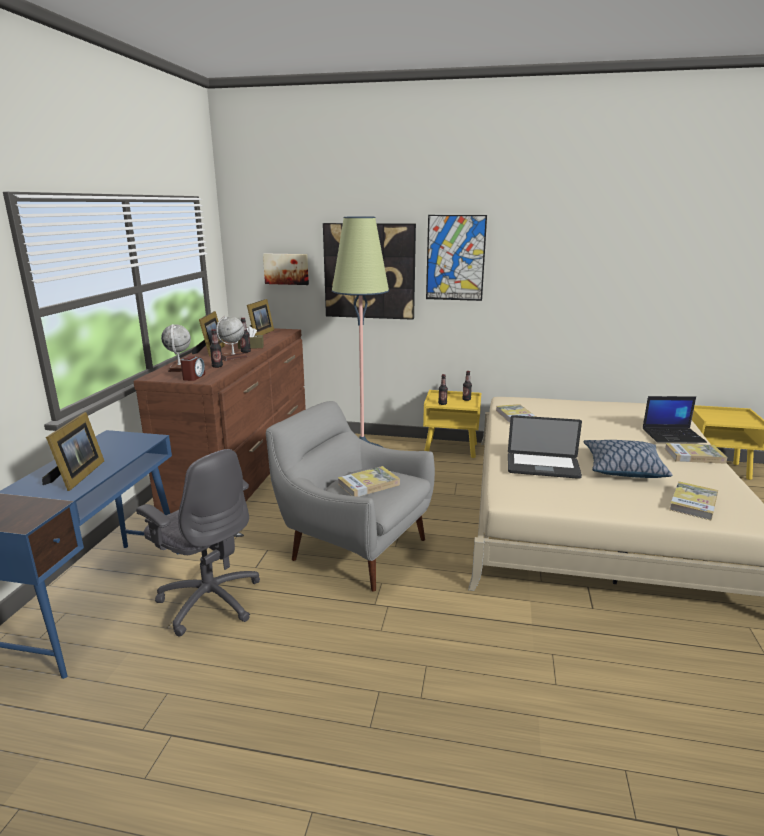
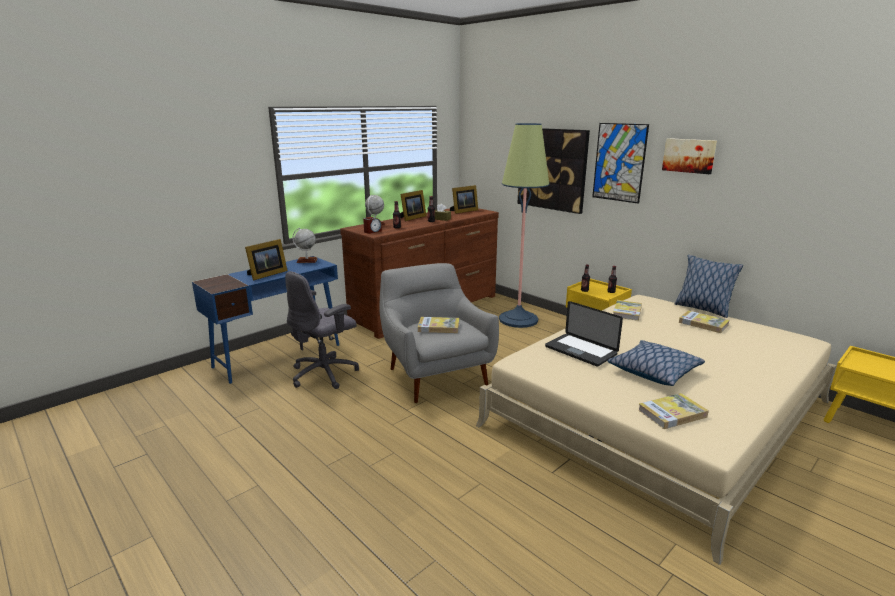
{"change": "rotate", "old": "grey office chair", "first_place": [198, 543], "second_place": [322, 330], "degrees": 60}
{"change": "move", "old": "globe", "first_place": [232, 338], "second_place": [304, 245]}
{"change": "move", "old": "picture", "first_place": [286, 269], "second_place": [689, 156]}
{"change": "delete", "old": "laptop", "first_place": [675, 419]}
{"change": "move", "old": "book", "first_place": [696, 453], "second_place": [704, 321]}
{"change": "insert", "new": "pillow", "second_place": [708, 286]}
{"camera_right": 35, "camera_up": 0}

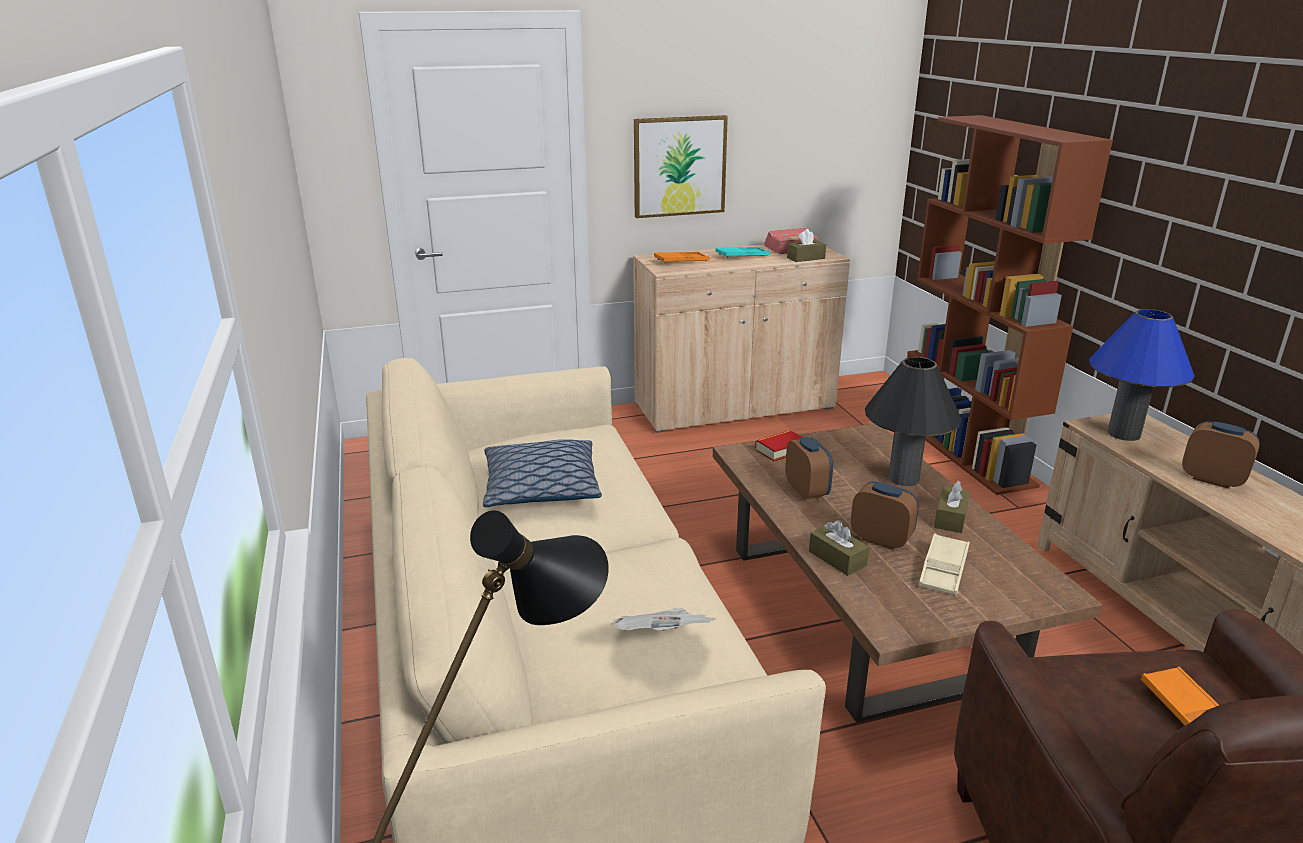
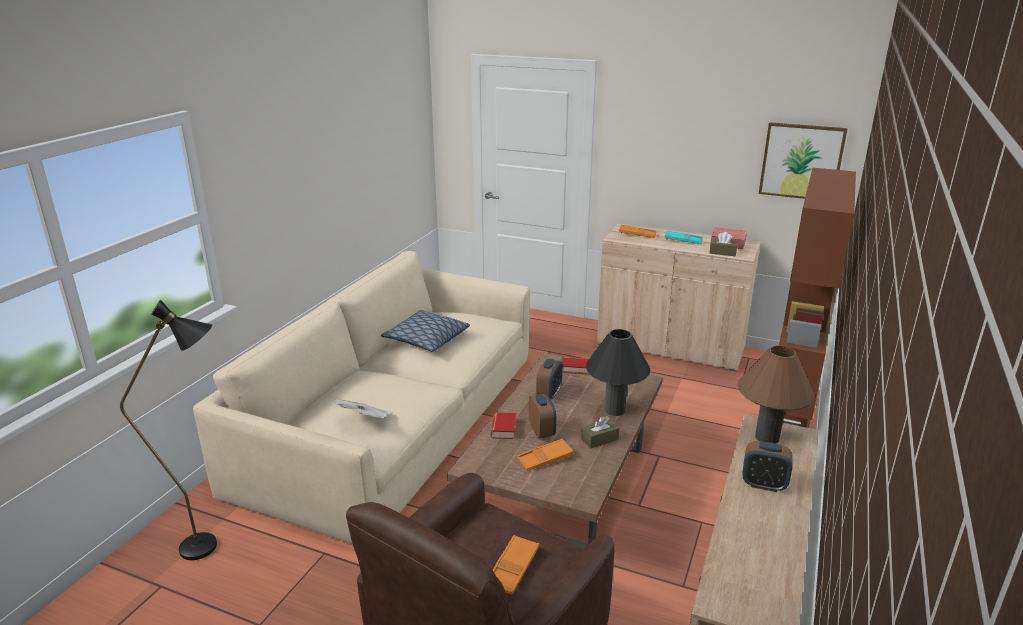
{"change": "move", "old": "picture", "first_place": [681, 166], "second_place": [803, 160]}
{"change": "replace", "old": "brown tissue box", "new": "book", "first_place": [839, 548], "second_place": [503, 425]}
{"change": "recolor", "old": "beige tray", "new": "orange tray", "first_place": [944, 564], "second_place": [545, 454]}
{"change": "recolor", "old": "blue table lamp", "new": "brown table lamp", "first_place": [1142, 375], "second_place": [776, 394]}
{"change": "rotate", "old": "alarm clock", "first_place": [1221, 455], "second_place": [767, 466], "degrees": 120}
{"camera_right": 40, "camera_up": 0}

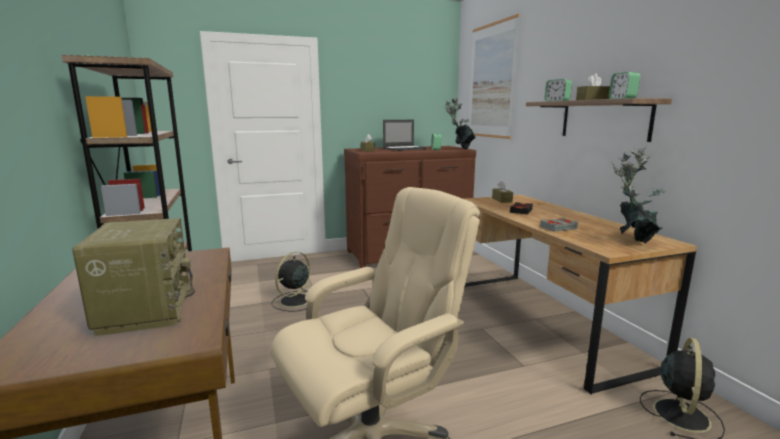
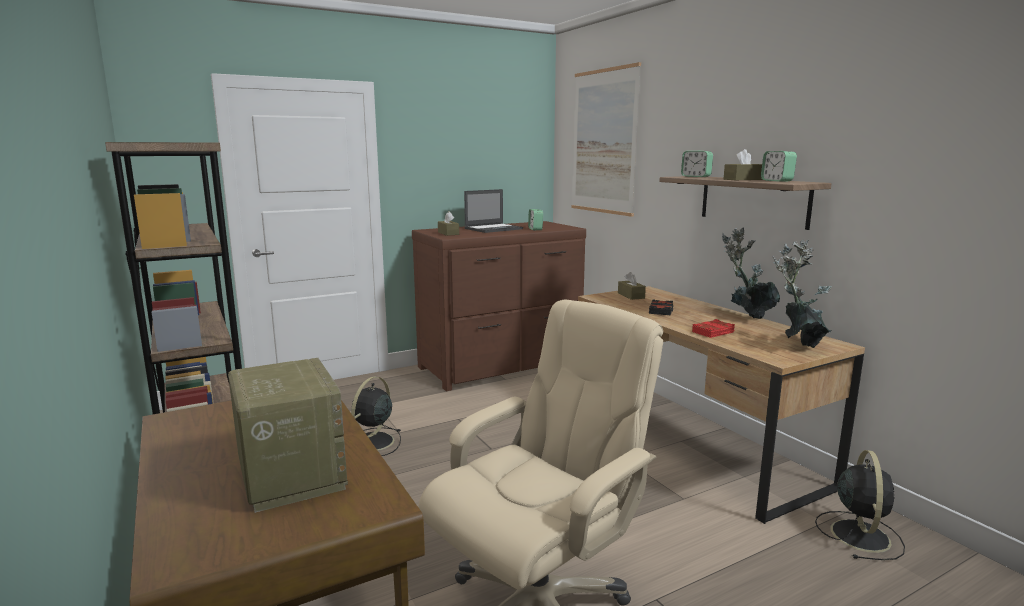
{"change": "move", "old": "potted plant", "first_place": [460, 123], "second_place": [751, 273]}
{"change": "recolor", "old": "grey book", "new": "red book", "first_place": [559, 224], "second_place": [713, 328]}
{"camera_right": -10, "camera_up": 0}

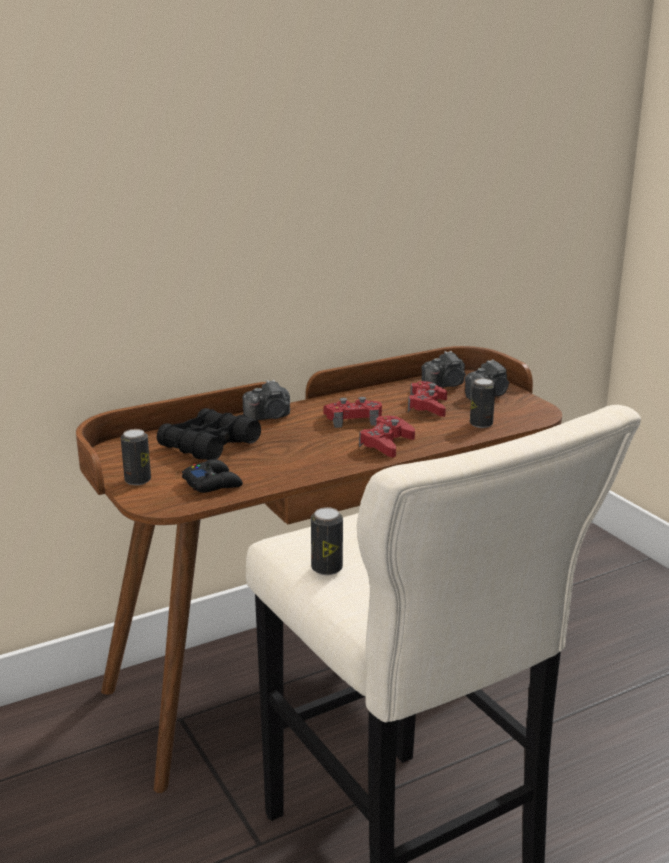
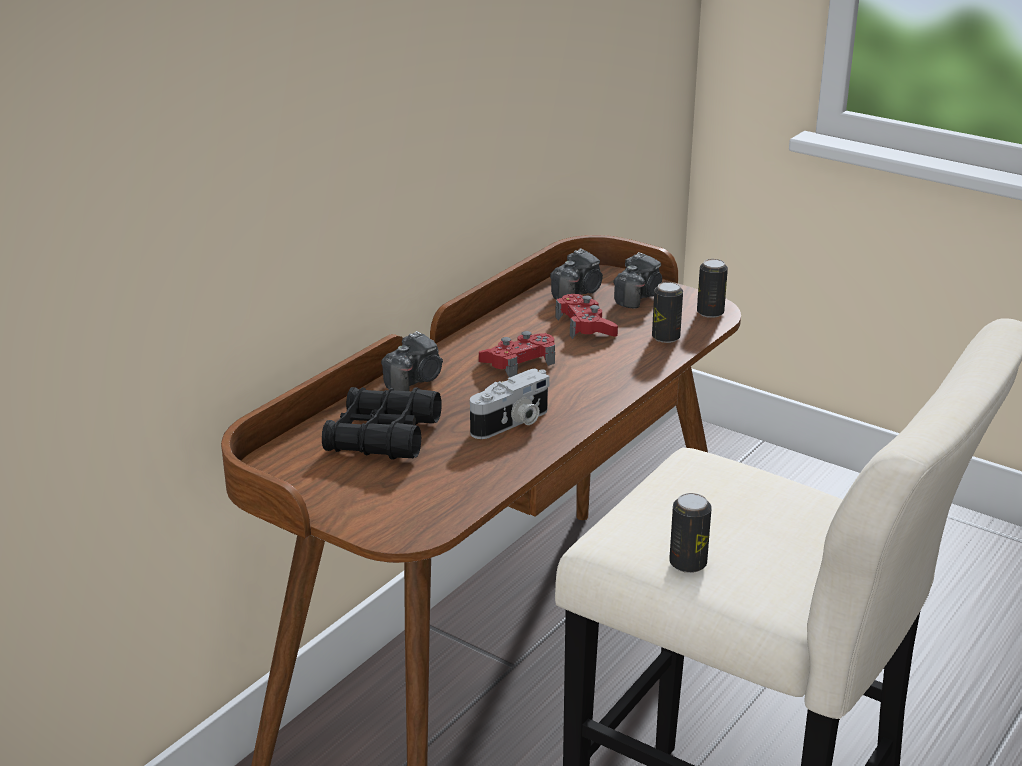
{"change": "move", "old": "can", "first_place": [136, 457], "second_place": [712, 288]}
{"change": "delete", "old": "black game controller", "first_place": [212, 476]}
{"change": "delete", "old": "red game controller", "first_place": [387, 437]}
{"change": "insert", "new": "photo camera", "second_place": [510, 404]}
{"camera_right": -25, "camera_up": 5}

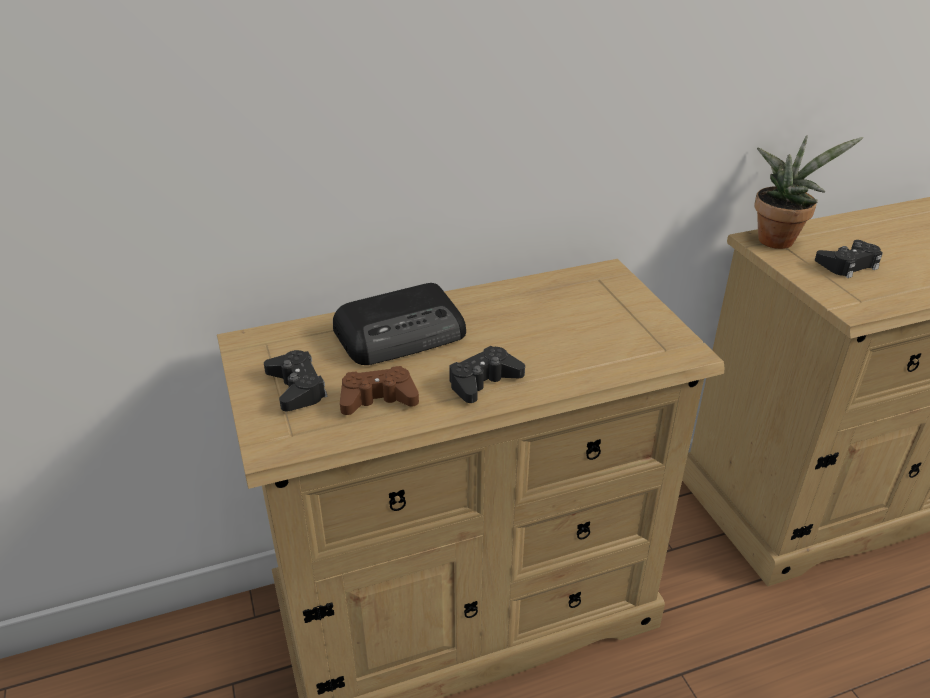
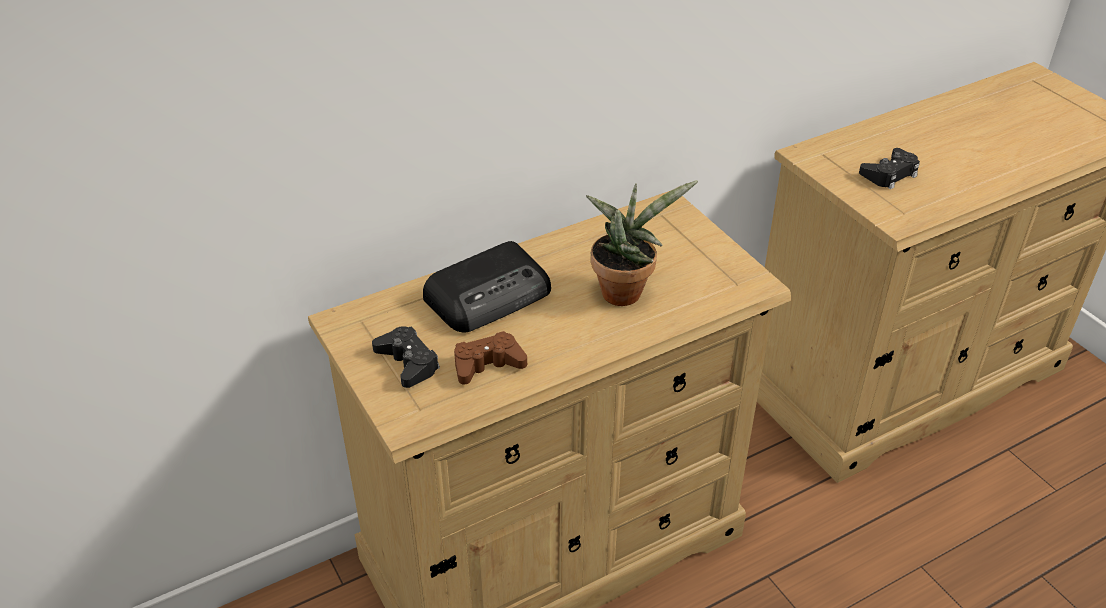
{"change": "delete", "old": "black game controller", "first_place": [487, 374]}
{"change": "move", "old": "potted plant", "first_place": [808, 192], "second_place": [642, 243]}
{"camera_right": -10, "camera_up": 5}

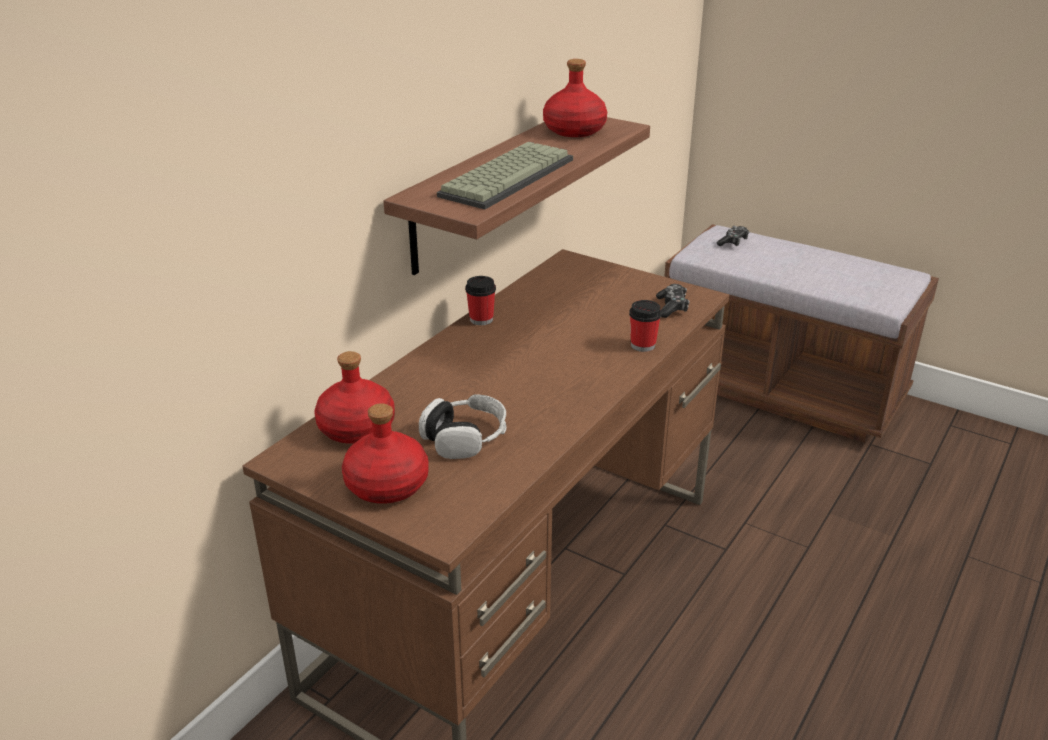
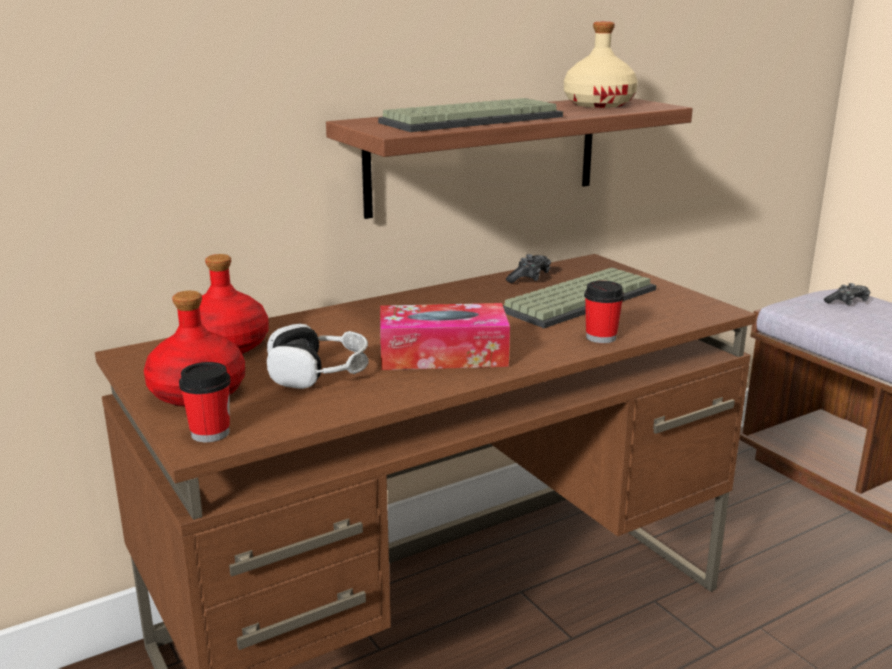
{"change": "move", "old": "cup", "first_place": [480, 300], "second_place": [205, 402]}
{"change": "recolor", "old": "red bottle", "new": "beige bottle", "first_place": [575, 98], "second_place": [601, 65]}
{"change": "move", "old": "game controller", "first_place": [673, 301], "second_place": [528, 268]}
{"change": "insert", "new": "tissue box", "second_place": [445, 336]}
{"change": "insert", "new": "keyboard", "second_place": [579, 298]}
{"camera_right": 25, "camera_up": -10}

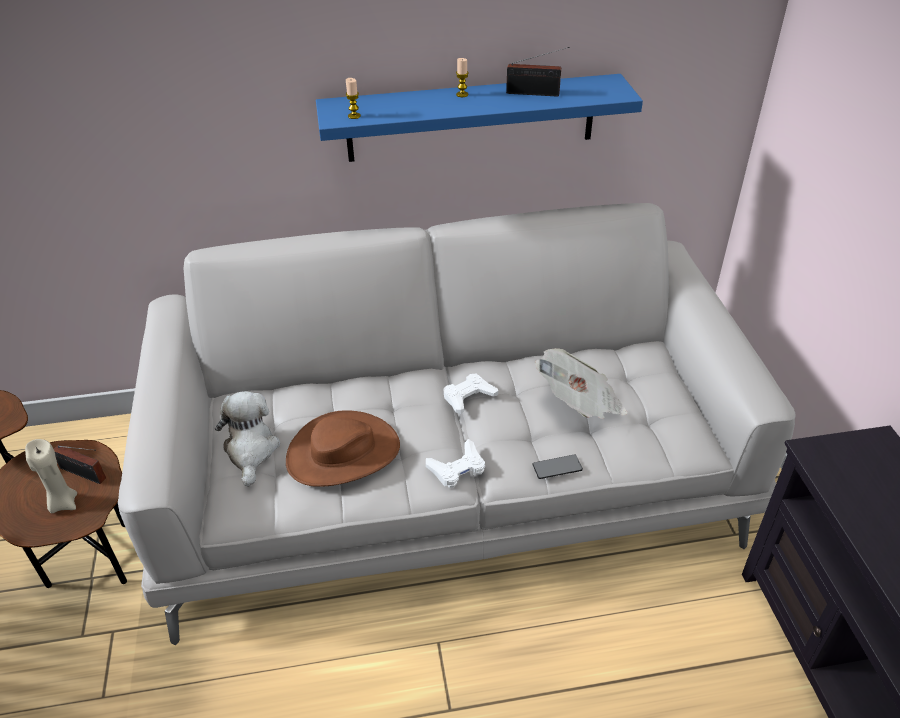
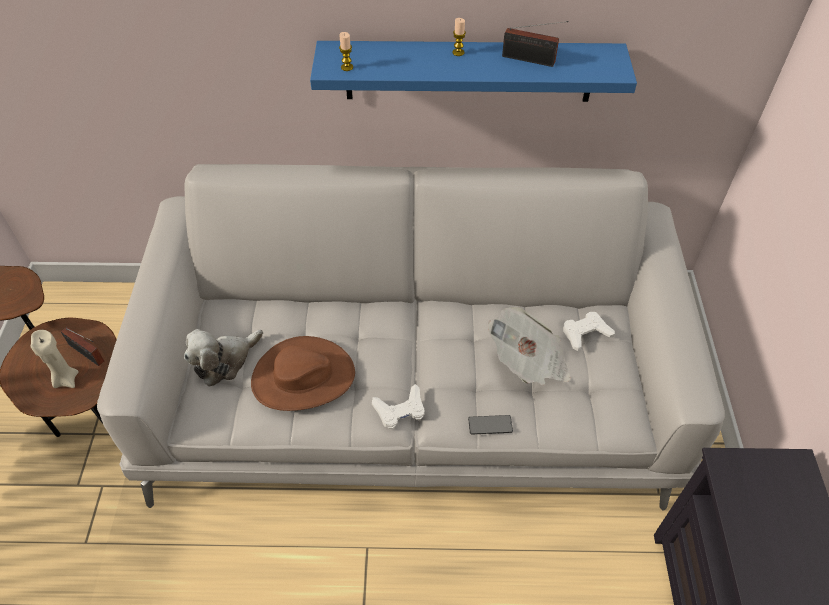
{"change": "rotate", "old": "plush toy", "first_place": [247, 439], "second_place": [223, 358], "degrees": -135}
{"change": "move", "old": "white game controller", "first_place": [470, 394], "second_place": [589, 331]}
{"camera_right": 10, "camera_up": 10}

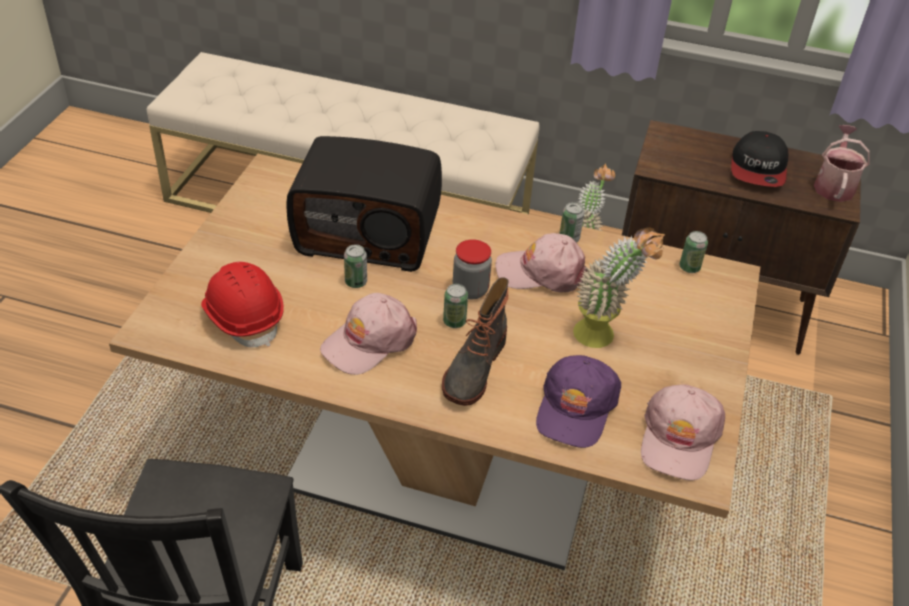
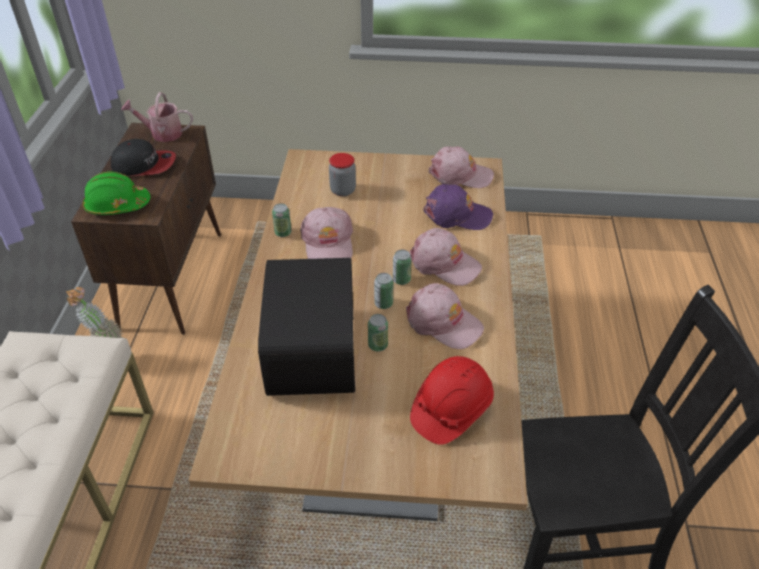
{"change": "replace", "old": "boot", "new": "pink cap", "first_place": [475, 342], "second_place": [446, 257]}
{"change": "move", "old": "jar", "first_place": [472, 269], "second_place": [342, 175]}
{"change": "delete", "old": "potted plant", "first_place": [619, 287]}
{"change": "move", "old": "can", "first_place": [693, 252], "second_place": [383, 291]}
{"change": "insert", "new": "green hard hat", "second_place": [116, 193]}
{"camera_right": -100, "camera_up": 0}

